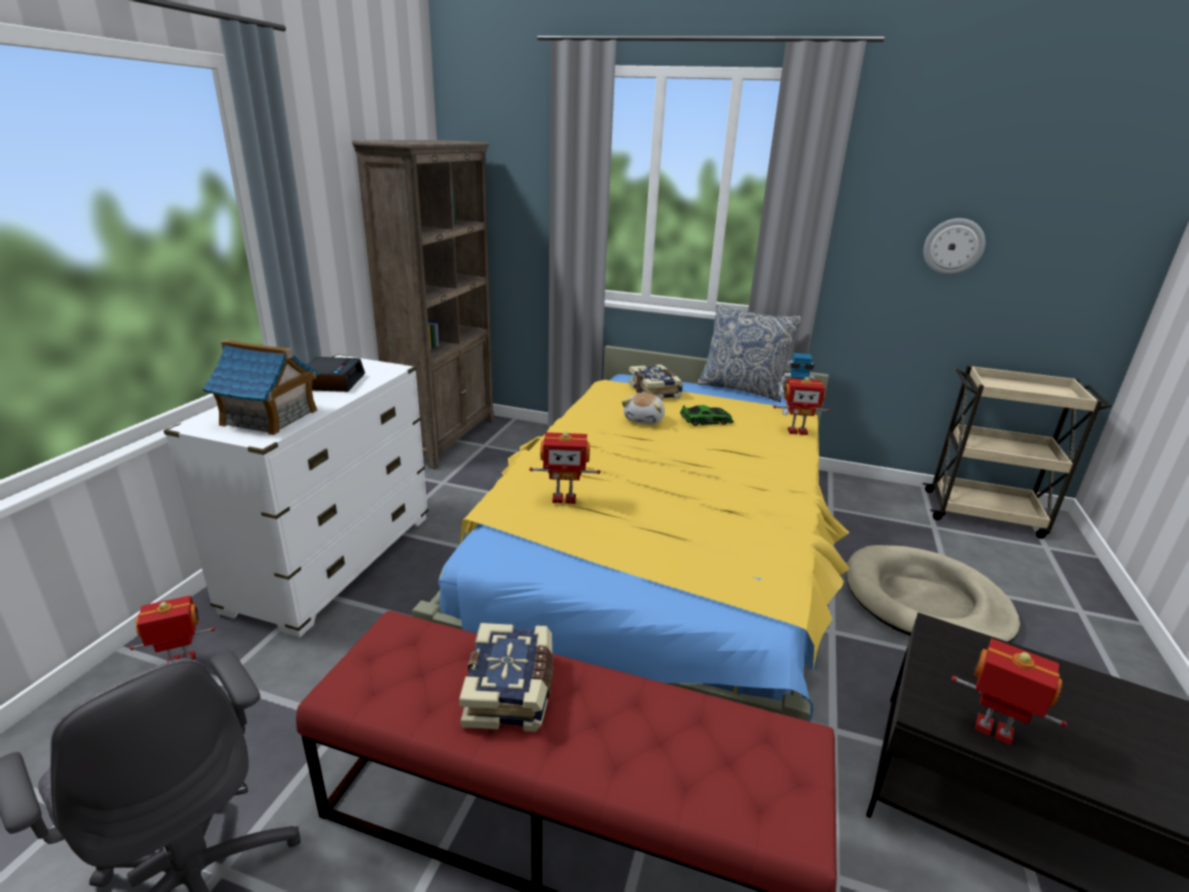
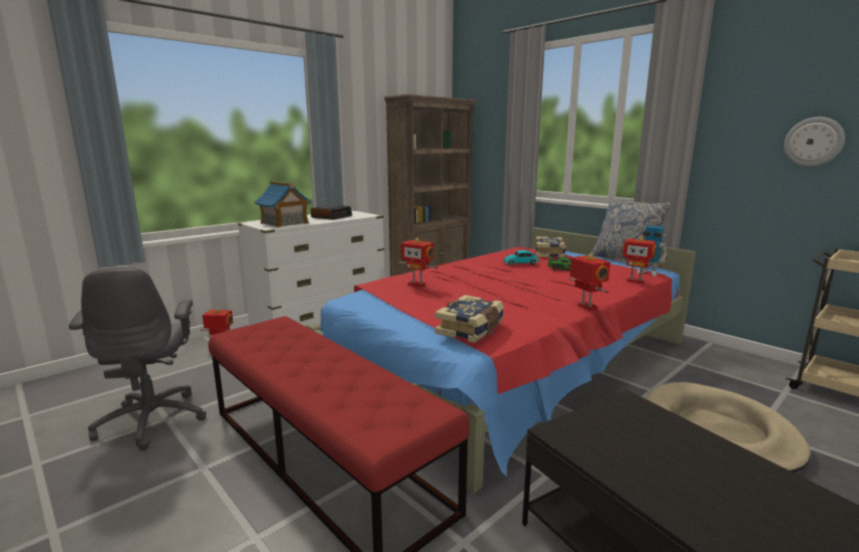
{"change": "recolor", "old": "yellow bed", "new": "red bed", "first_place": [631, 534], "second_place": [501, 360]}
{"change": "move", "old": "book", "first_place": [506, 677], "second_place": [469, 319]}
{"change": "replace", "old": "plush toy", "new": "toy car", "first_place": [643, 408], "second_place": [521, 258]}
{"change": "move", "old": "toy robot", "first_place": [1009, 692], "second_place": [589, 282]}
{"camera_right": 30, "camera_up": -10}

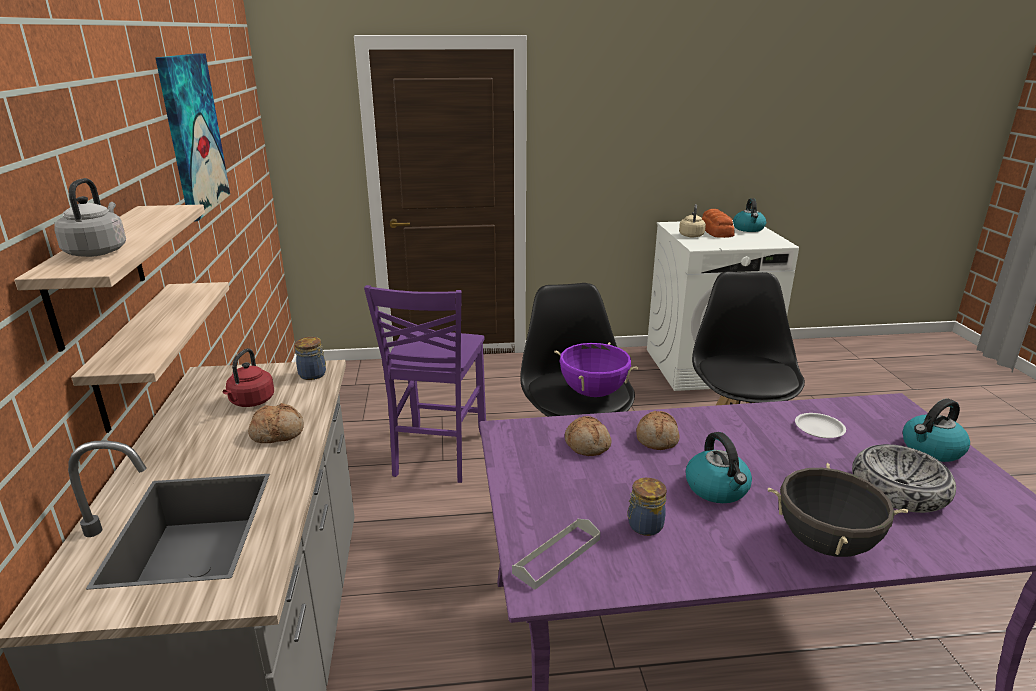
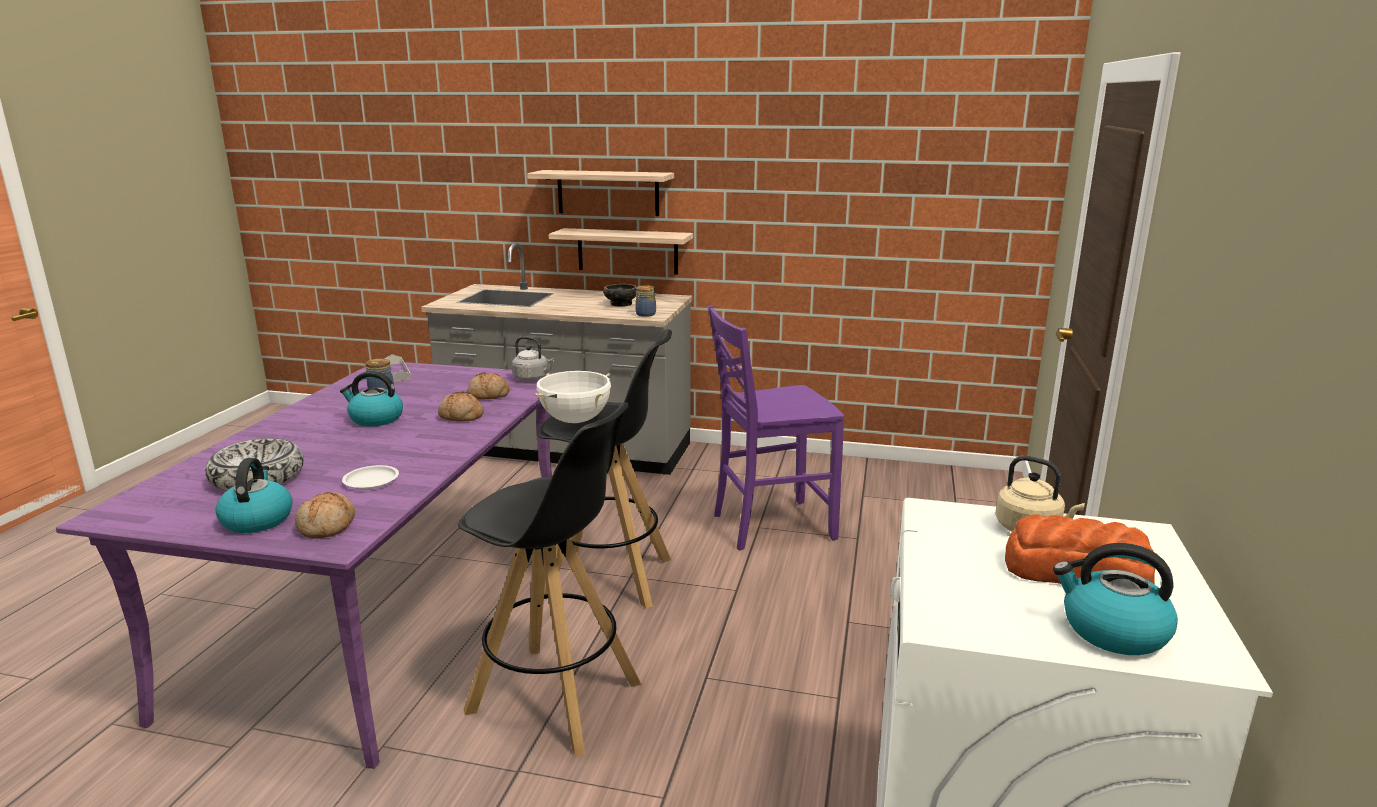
{"change": "move", "old": "grey kettle", "first_place": [90, 217], "second_place": [533, 358]}
{"change": "delete", "old": "picture", "first_place": [193, 137]}
{"change": "replace", "old": "red kettle", "new": "bowl", "first_place": [248, 377], "second_place": [620, 295]}
{"change": "move", "old": "bread", "first_place": [276, 423], "second_place": [325, 515]}
{"change": "rotate", "old": "purple chair", "first_place": [425, 384], "second_place": [776, 427], "degrees": -45}
{"change": "recolor", "old": "purple cooking pot", "new": "white cooking pot", "first_place": [596, 369], "second_place": [573, 397]}
{"change": "delete", "old": "black cooking pot", "first_place": [838, 510]}
{"camera_right": 110, "camera_up": -5}

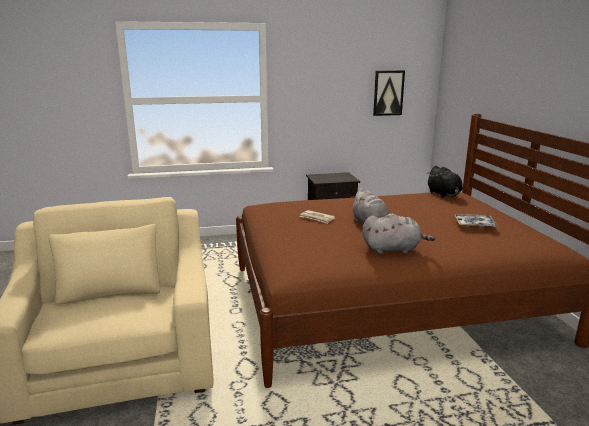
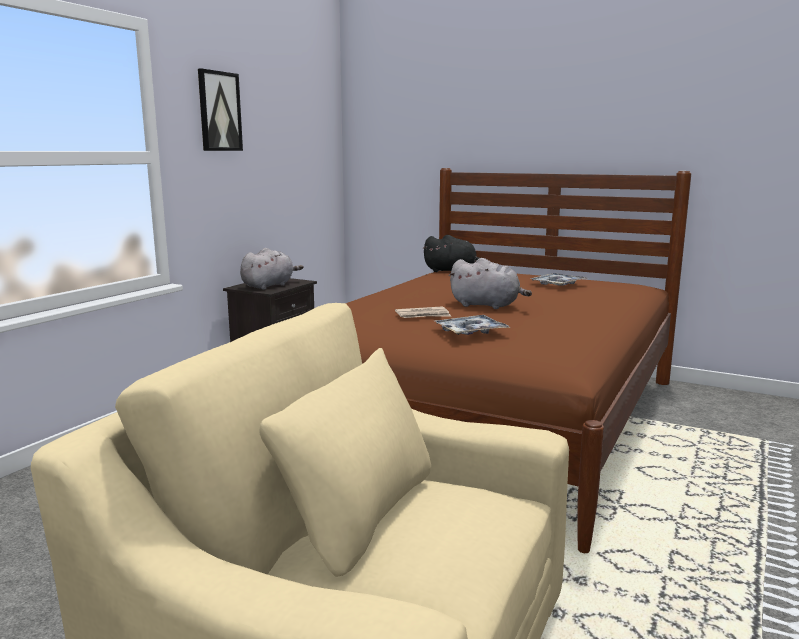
{"change": "move", "old": "grey plush toy", "first_place": [398, 233], "second_place": [272, 269]}
{"change": "move", "old": "picture", "first_place": [389, 93], "second_place": [220, 109]}
{"change": "insert", "new": "tray", "second_place": [472, 325]}
{"camera_right": -50, "camera_up": -5}

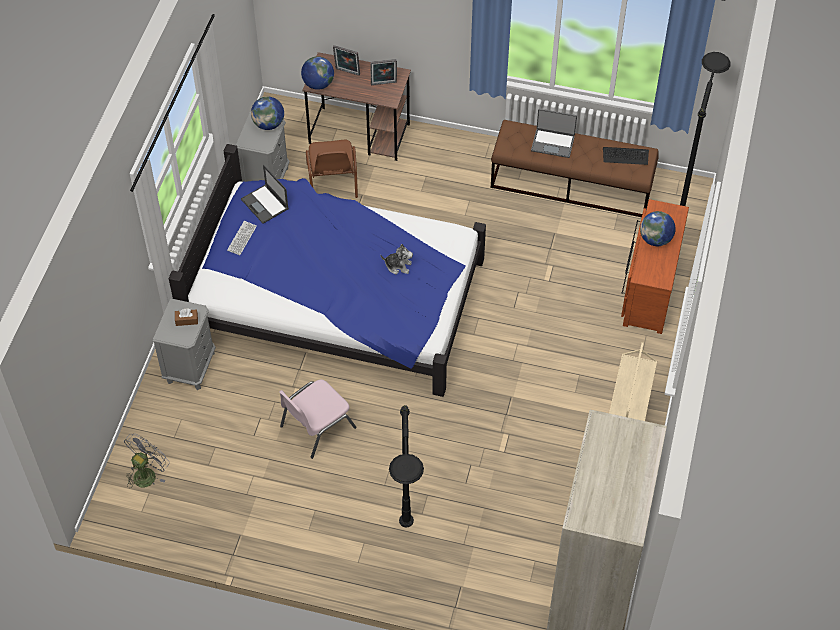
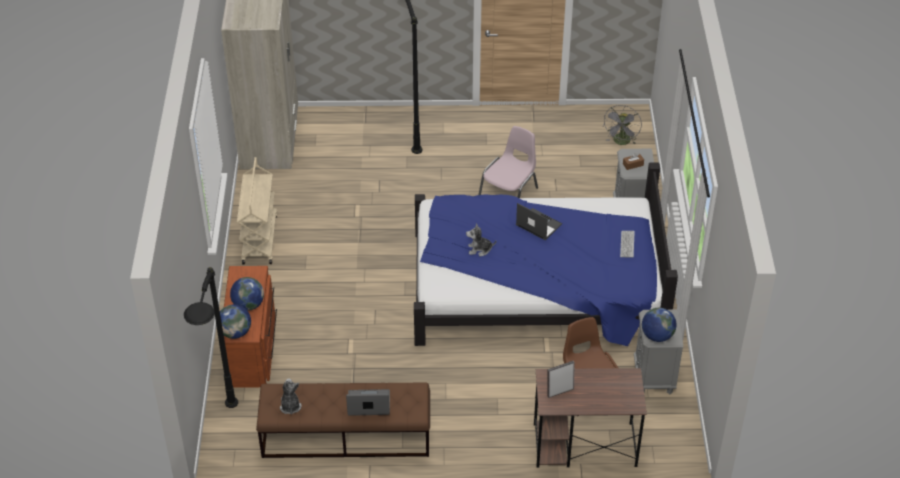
{"change": "move", "old": "laptop", "first_place": [265, 194], "second_place": [539, 222]}
{"change": "move", "old": "globe", "first_place": [317, 73], "second_place": [235, 321]}
{"change": "delete", "old": "picture frame", "first_place": [346, 60]}
{"change": "replace", "old": "keyboard", "new": "plush toy", "first_place": [626, 156], "second_place": [291, 396]}
{"camera_right": 165, "camera_up": -10}

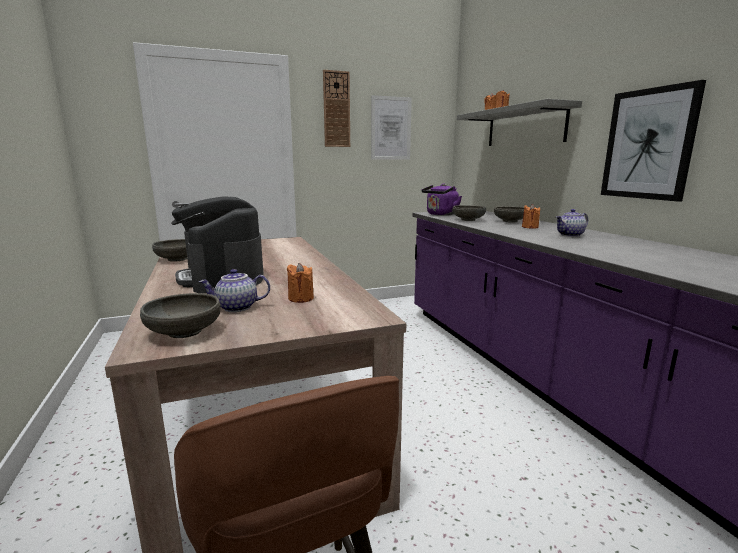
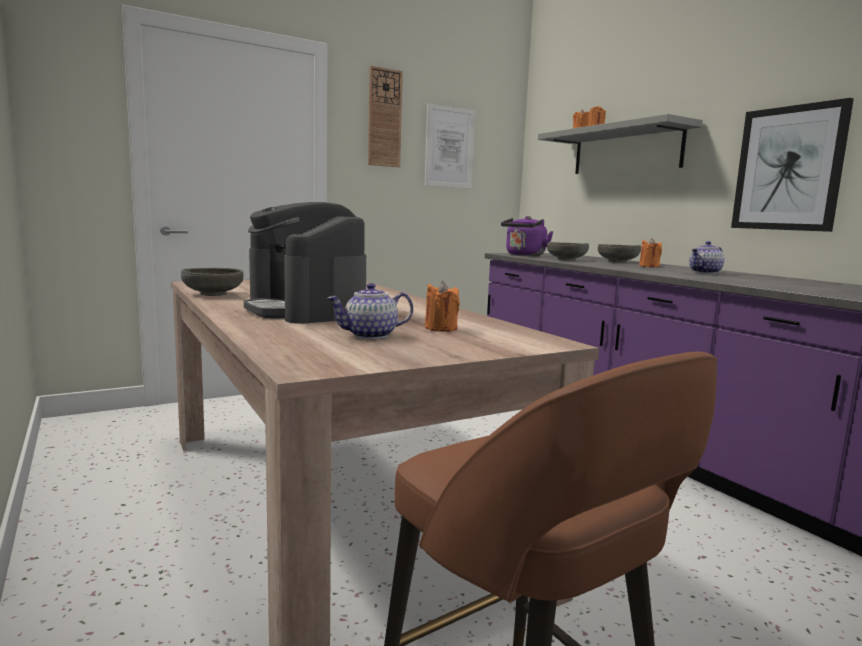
{"change": "delete", "old": "grey bowl", "first_place": [180, 315]}
{"camera_right": -10, "camera_up": -5}

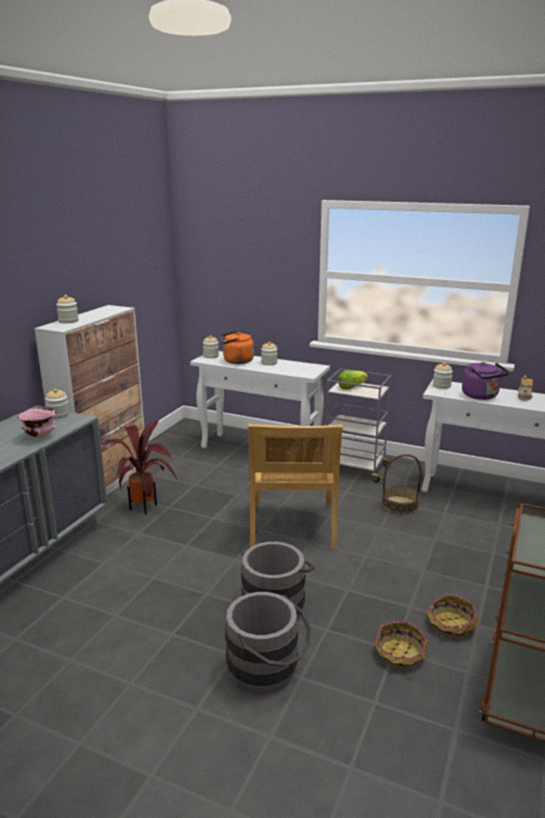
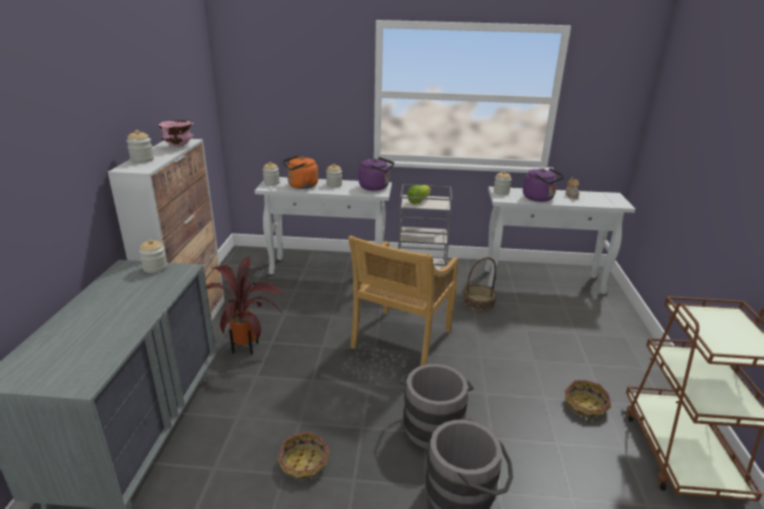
{"change": "move", "old": "pink bowl", "first_place": [37, 423], "second_place": [175, 133]}
{"change": "rotate", "old": "beige chair", "first_place": [295, 486], "second_place": [403, 300], "degrees": 45}
{"change": "move", "old": "basket", "first_place": [401, 647], "second_place": [304, 457]}
{"change": "insert", "new": "purple kettle", "second_place": [376, 174]}
{"camera_right": -20, "camera_up": 5}

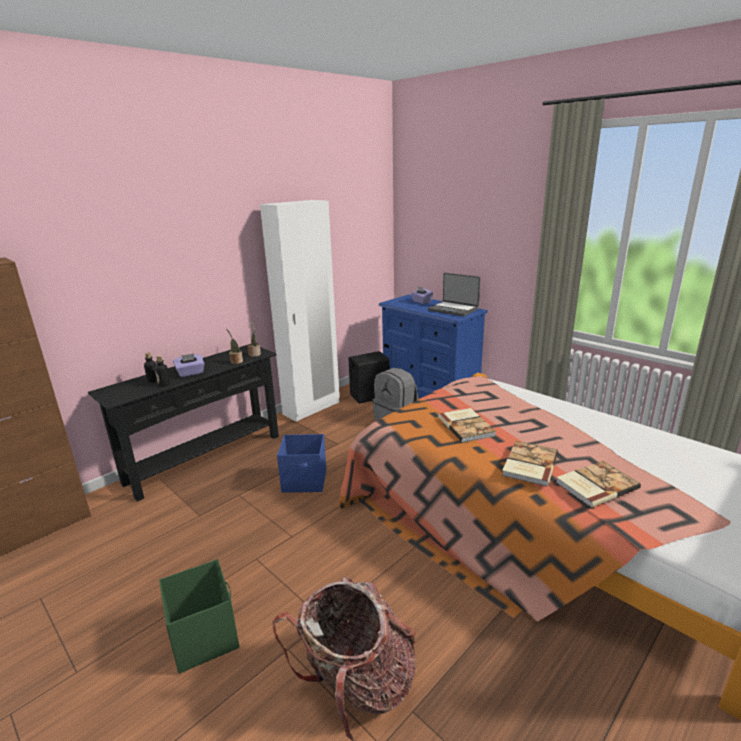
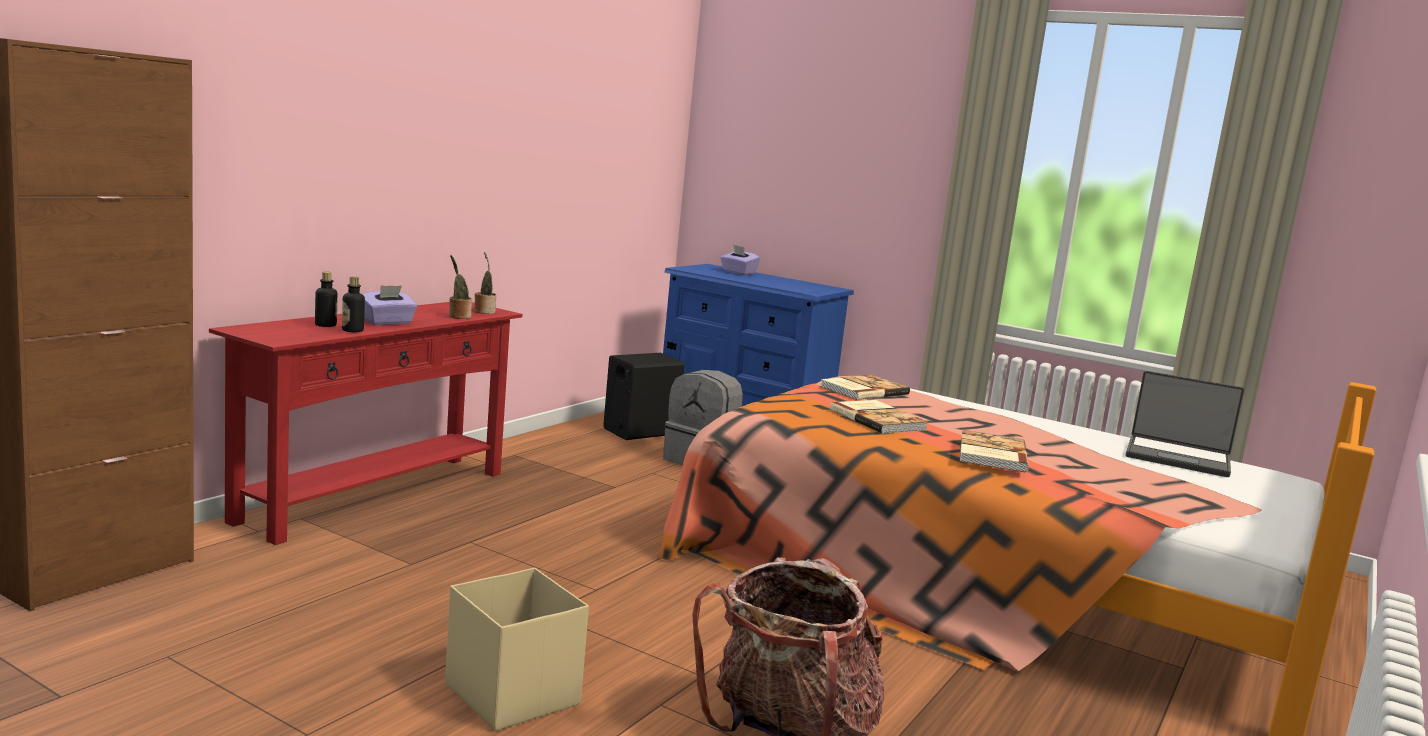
{"change": "recolor", "old": "black console table", "new": "red console table", "first_place": [183, 423], "second_place": [366, 423]}
{"change": "recolor", "old": "green storage box", "new": "beige storage box", "first_place": [199, 616], "second_place": [517, 649]}
{"change": "delete", "old": "white wardrobe", "first_place": [300, 311]}
{"change": "delete", "old": "blue storage box", "first_place": [301, 463]}
{"change": "move", "old": "laptop", "first_place": [454, 294], "second_place": [1185, 424]}
{"change": "move", "old": "book", "first_place": [598, 484], "second_place": [865, 387]}
{"camera_right": -15, "camera_up": -10}

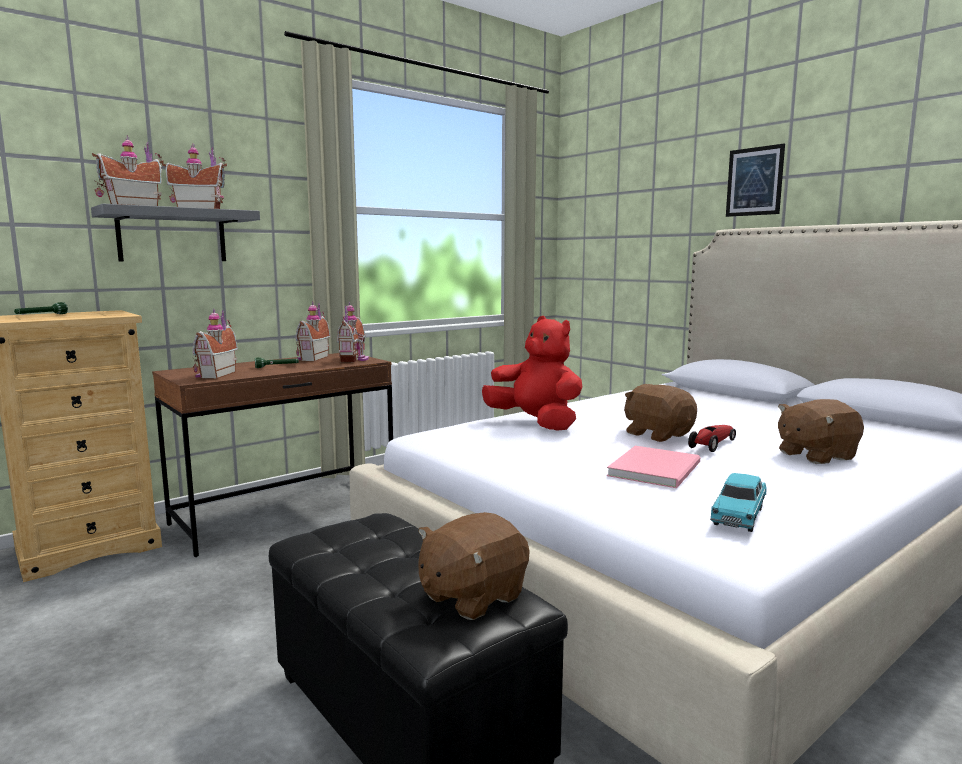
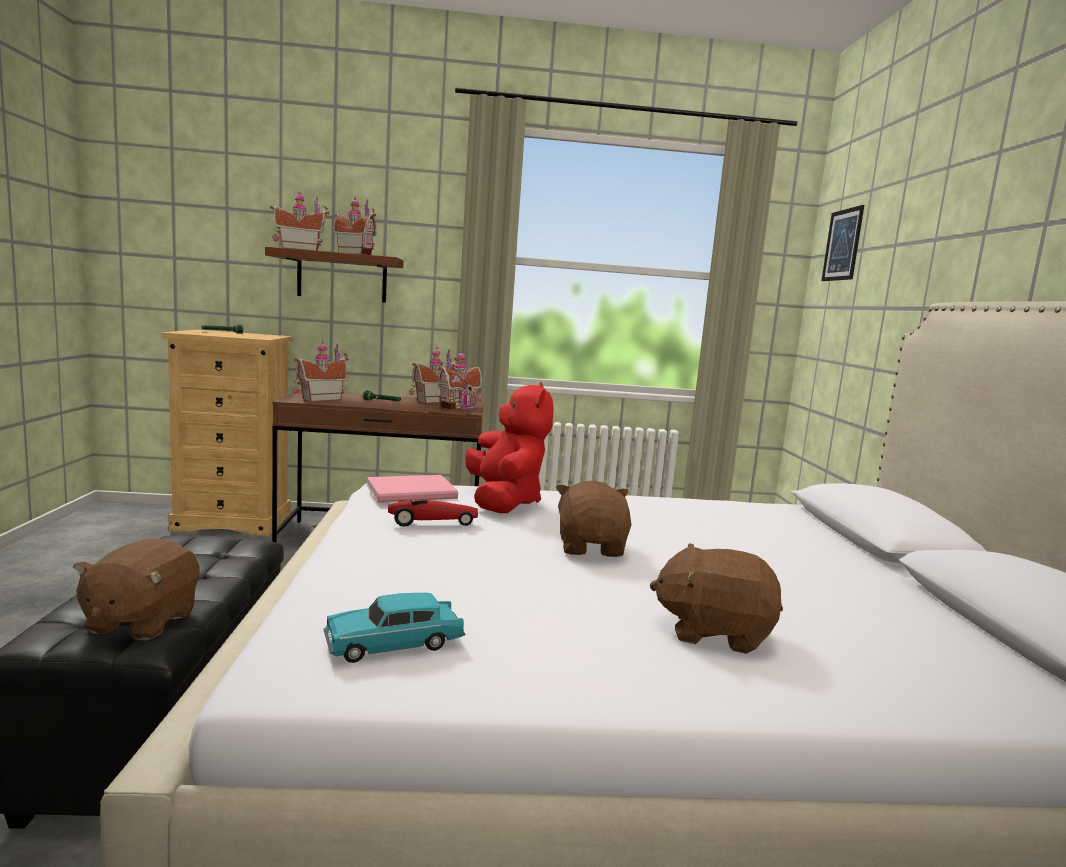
{"change": "recolor", "old": "grey shelf", "new": "brown shelf", "first_place": [175, 232], "second_place": [334, 275]}
{"change": "rotate", "old": "brown plush toy", "first_place": [474, 566], "second_place": [136, 589], "degrees": -75}
{"change": "move", "old": "pink book", "first_place": [653, 467], "second_place": [412, 488]}
{"change": "move", "old": "toy car", "first_place": [712, 438], "second_place": [433, 513]}
{"change": "move", "old": "picture", "first_place": [755, 180], "second_place": [842, 243]}
{"camera_right": 35, "camera_up": 0}

